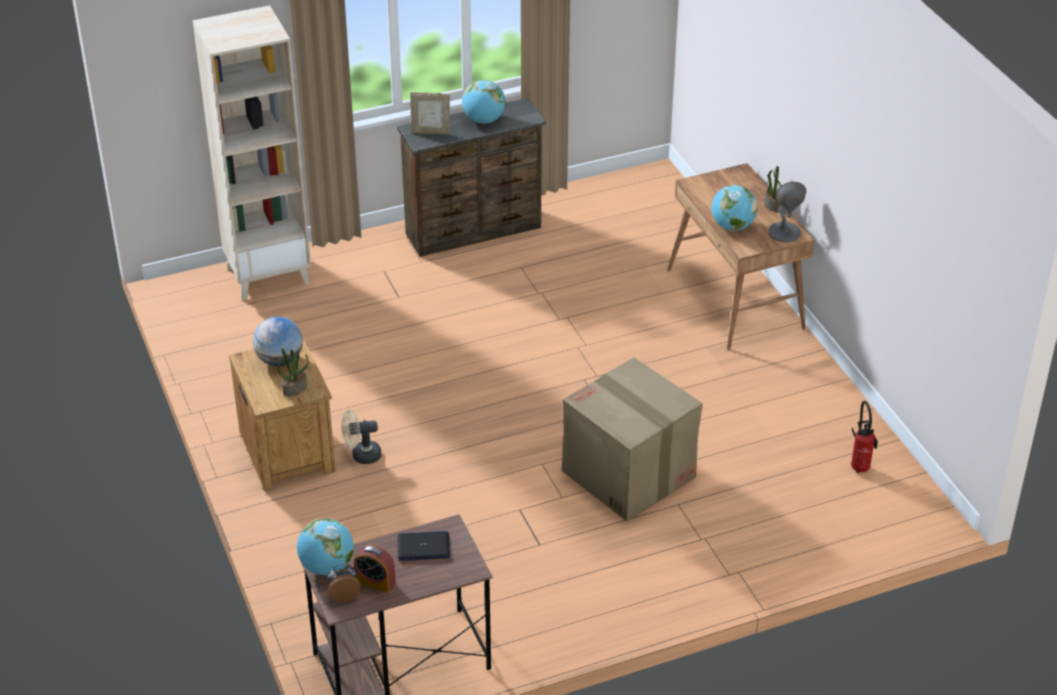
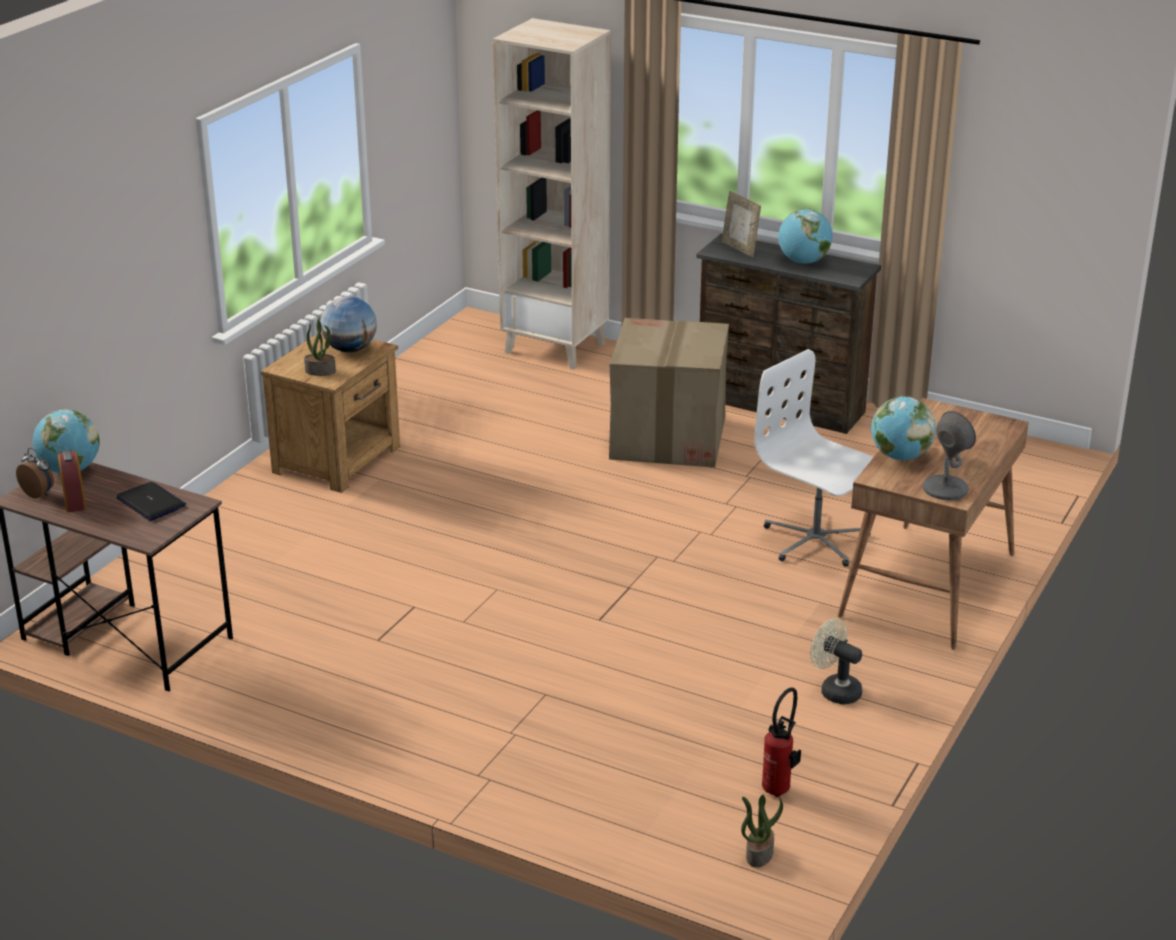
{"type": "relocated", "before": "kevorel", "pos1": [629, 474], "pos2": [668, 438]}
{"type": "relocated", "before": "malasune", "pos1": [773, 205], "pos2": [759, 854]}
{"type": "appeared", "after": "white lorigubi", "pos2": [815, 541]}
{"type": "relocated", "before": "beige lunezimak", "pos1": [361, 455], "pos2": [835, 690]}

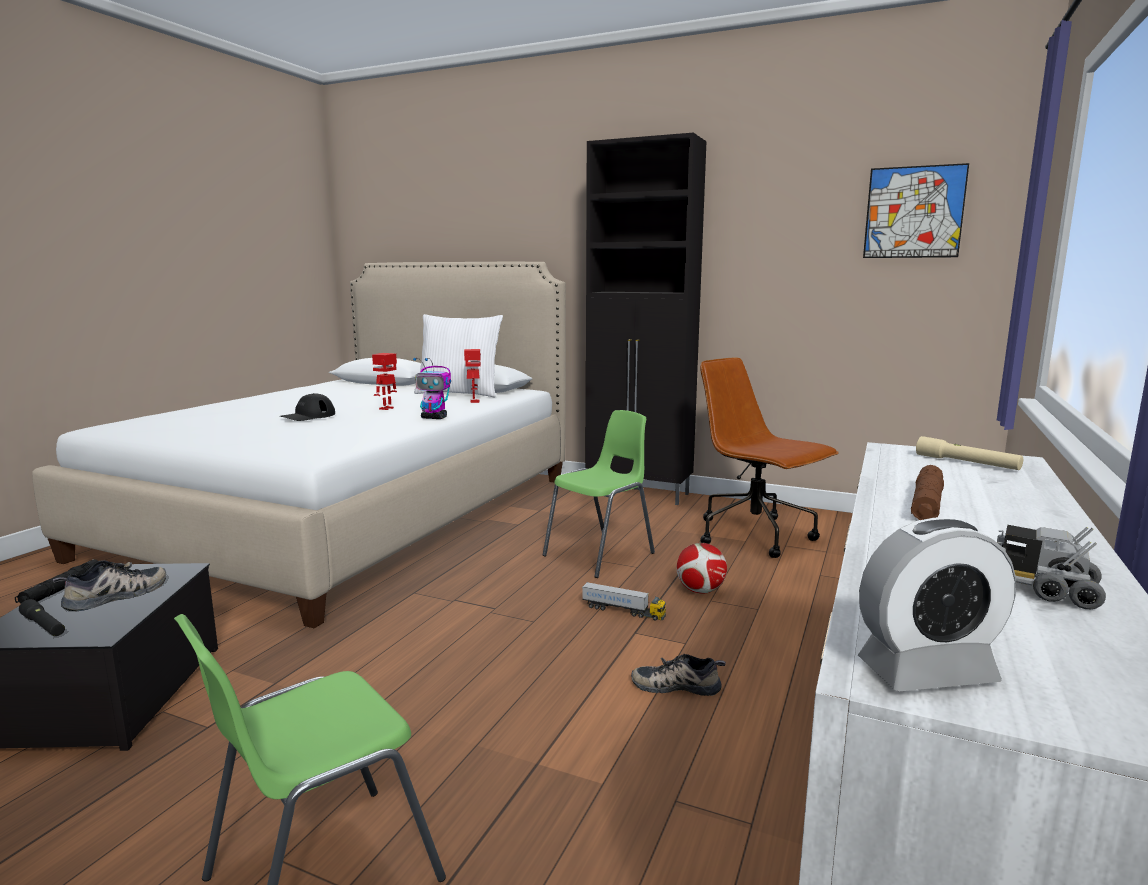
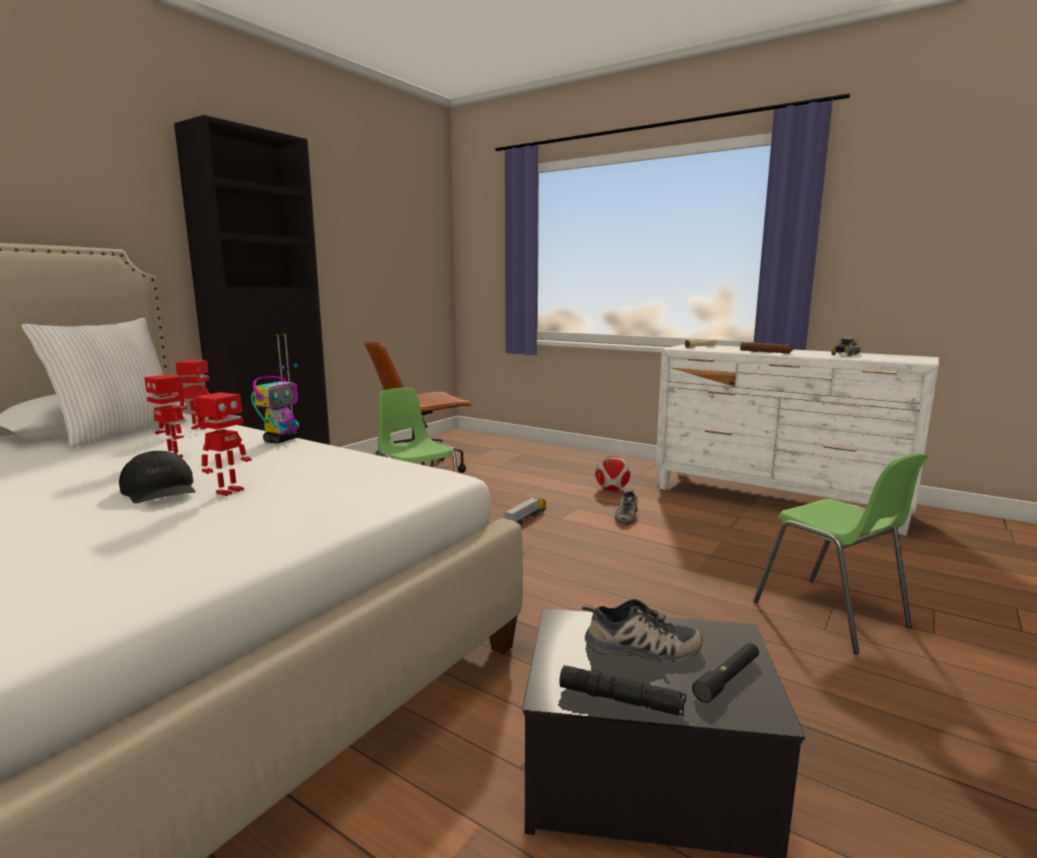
{"type": "appeared", "after": "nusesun", "pos2": [228, 491]}
{"type": "spun", "before": "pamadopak", "pos1": [116, 596], "pos2": [641, 648], "turn": 135}
{"type": "relocated", "before": "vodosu", "pos1": [700, 591], "pos2": [612, 489]}
{"type": "missing", "before": "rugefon", "pos1": [926, 672]}
{"type": "missing", "before": "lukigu", "pos1": [914, 212]}

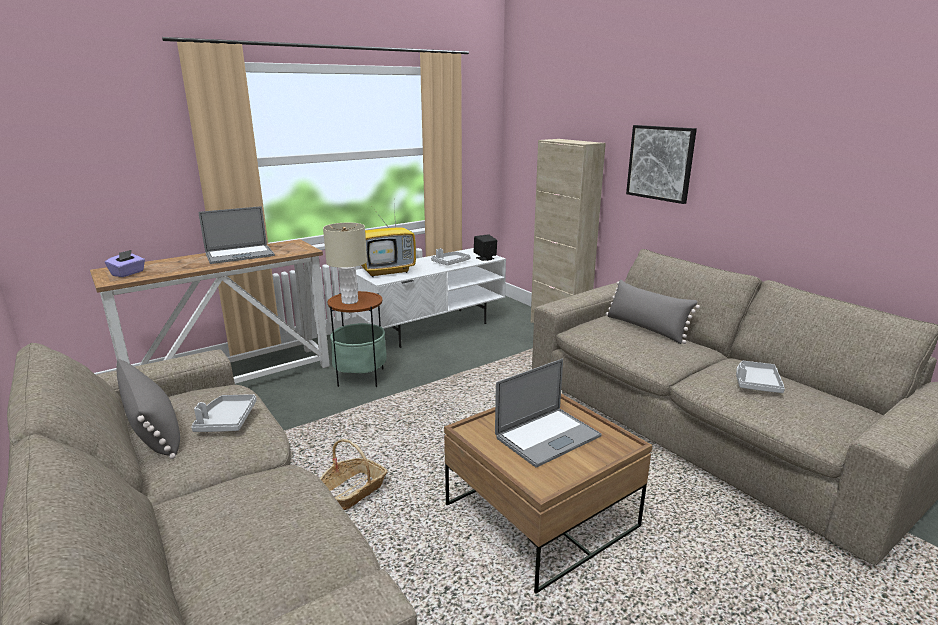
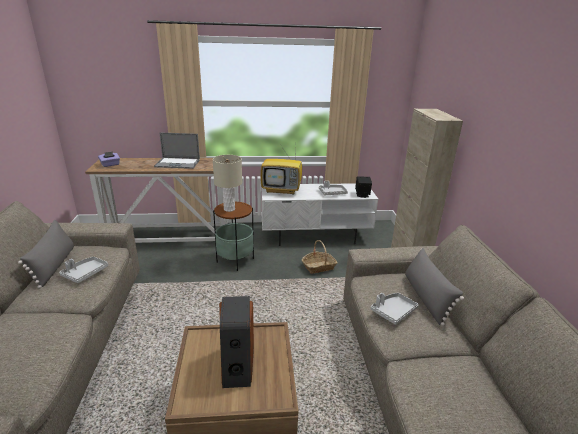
{"type": "exchanged", "before": "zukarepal", "after": "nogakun", "pos1": [547, 436], "pos2": [237, 365]}
{"type": "relocated", "before": "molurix", "pos1": [353, 490], "pos2": [319, 267]}
{"type": "relocated", "before": "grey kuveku", "pos1": [756, 383], "pos2": [393, 312]}
{"type": "missing", "before": "lukigu", "pos1": [660, 163]}

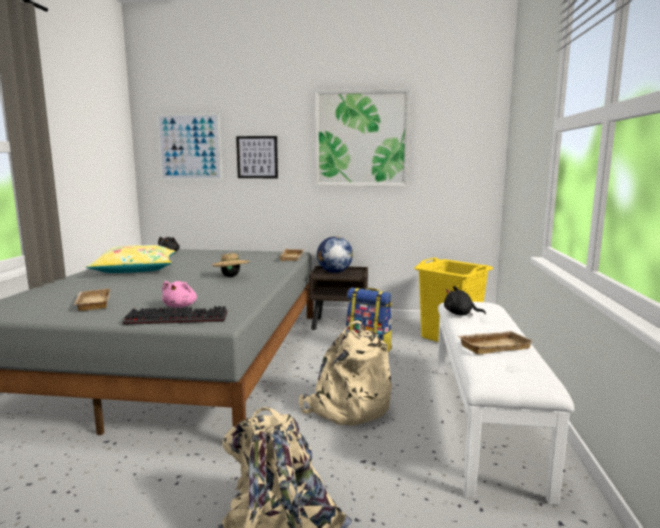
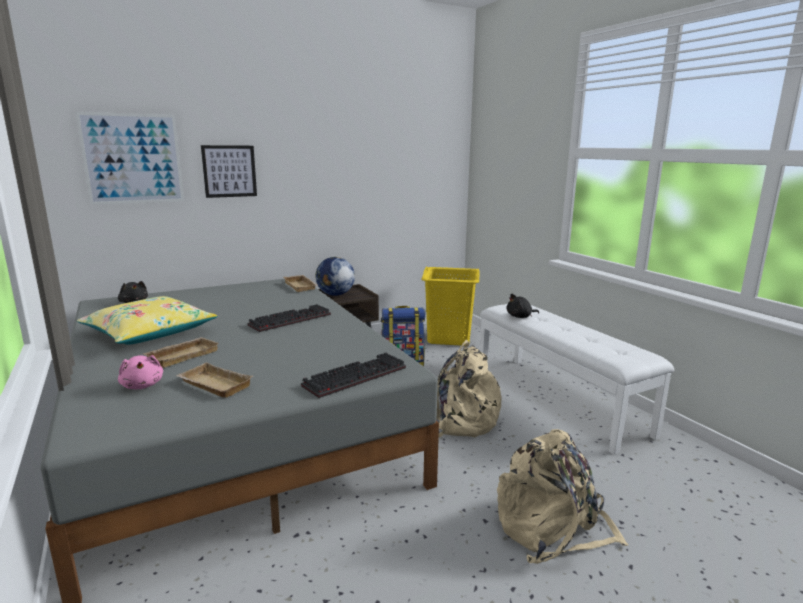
{"type": "relocated", "before": "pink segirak", "pos1": [180, 306], "pos2": [142, 385]}
{"type": "relocated", "before": "beige kuveku", "pos1": [493, 346], "pos2": [182, 355]}
{"type": "exchanged", "before": "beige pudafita", "after": "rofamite", "pos1": [231, 276], "pos2": [291, 319]}
{"type": "missing", "before": "lukigu", "pos1": [361, 138]}

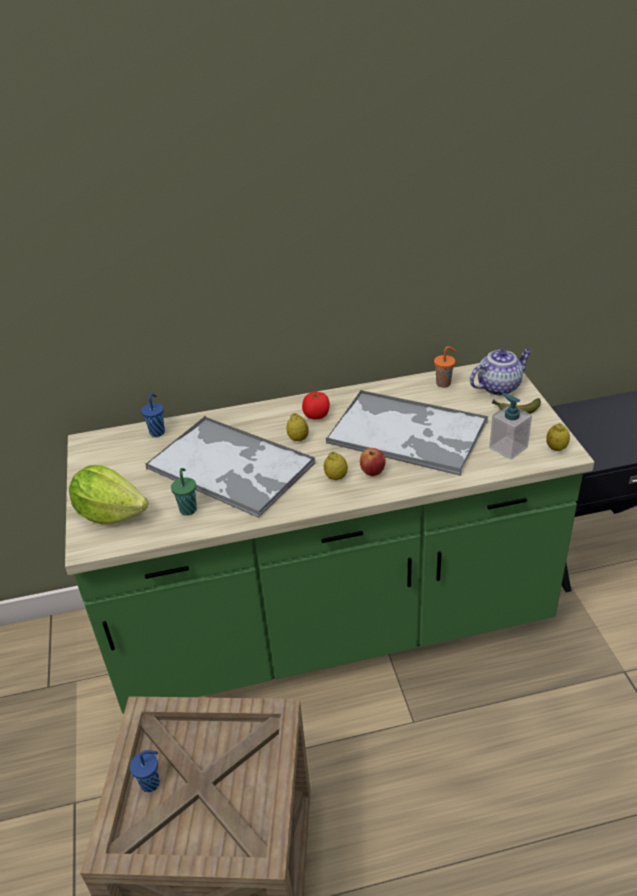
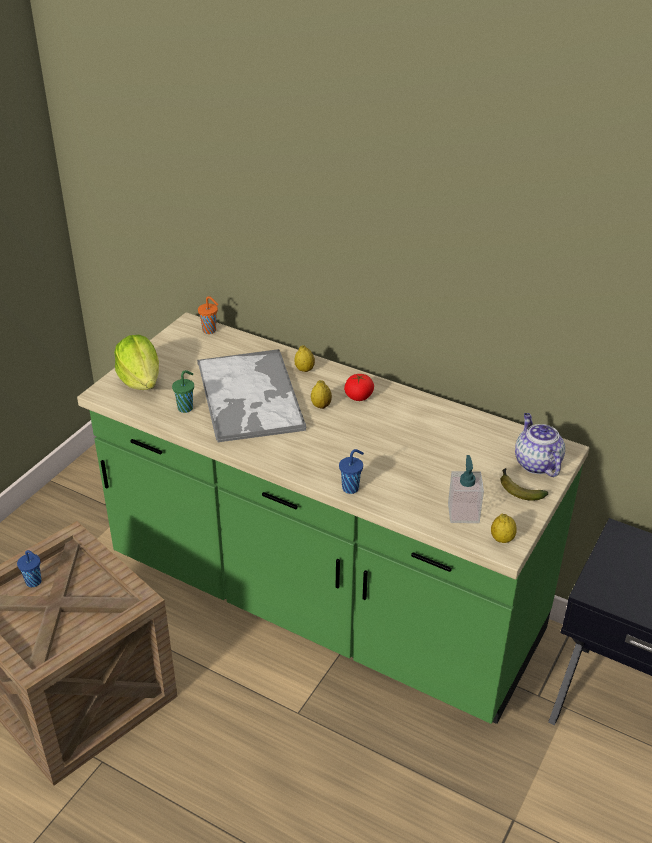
{"type": "relocated", "before": "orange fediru", "pos1": [444, 383], "pos2": [210, 331]}
{"type": "relocated", "before": "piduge", "pos1": [336, 477], "pos2": [304, 369]}
{"type": "relocated", "before": "blue fediru", "pos1": [157, 432], "pos2": [351, 488]}
{"type": "spun", "before": "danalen", "pos1": [499, 386], "pos2": [536, 463], "turn": -120}
{"type": "missing", "before": "kuveku", "pos1": [408, 433]}
{"type": "missing", "before": "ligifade", "pos1": [372, 472]}

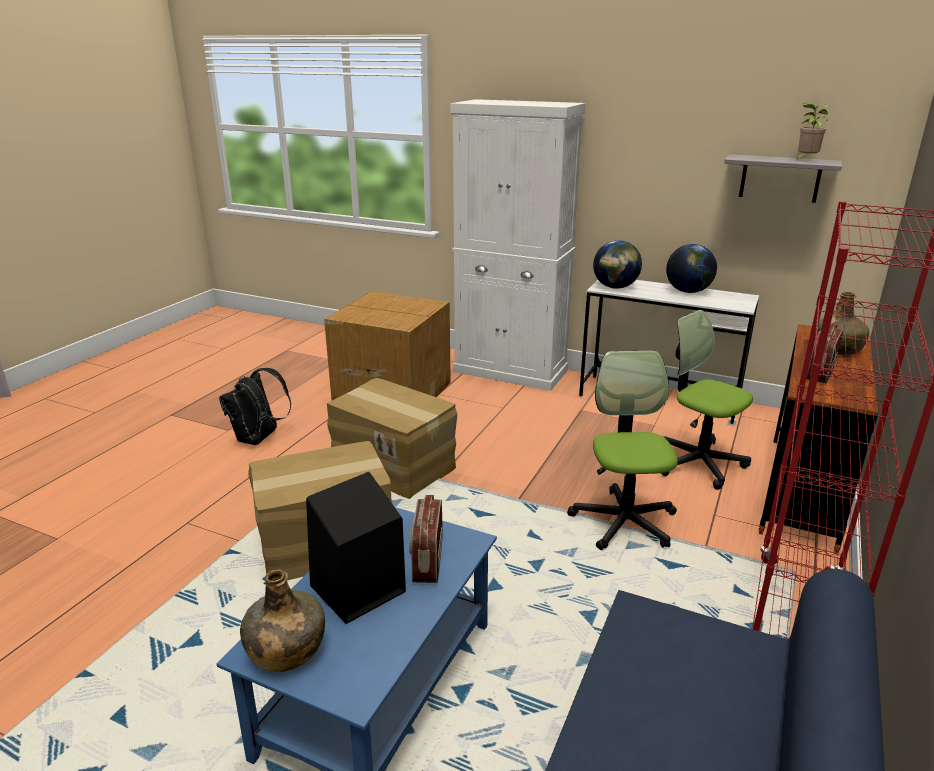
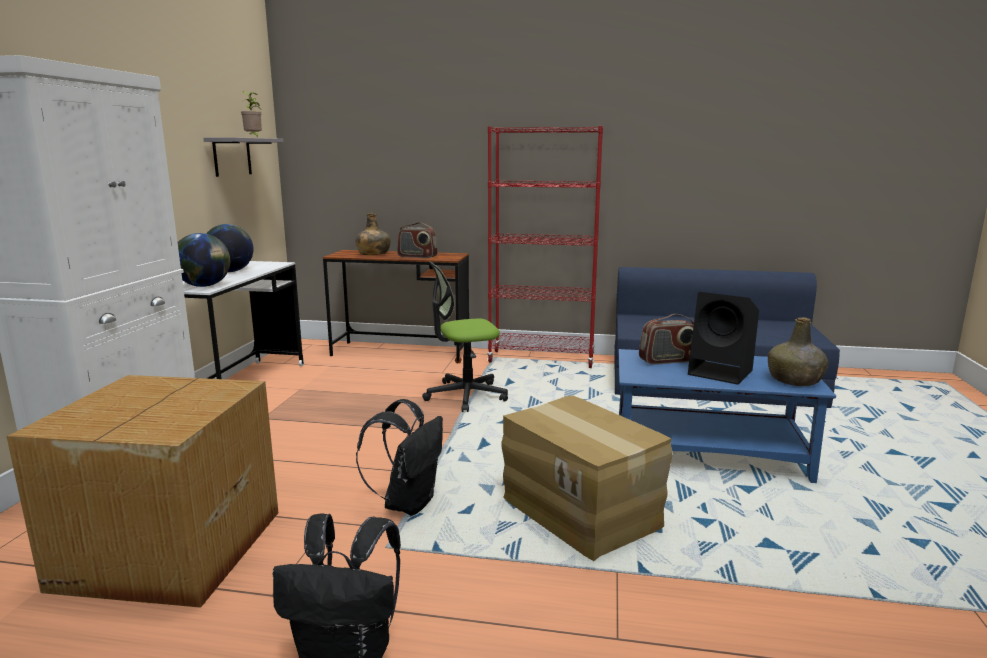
{"type": "exchanged", "before": "kevorel", "after": "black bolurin", "pos1": [395, 466], "pos2": [408, 503]}
{"type": "missing", "before": "lorigubi", "pos1": [698, 463]}

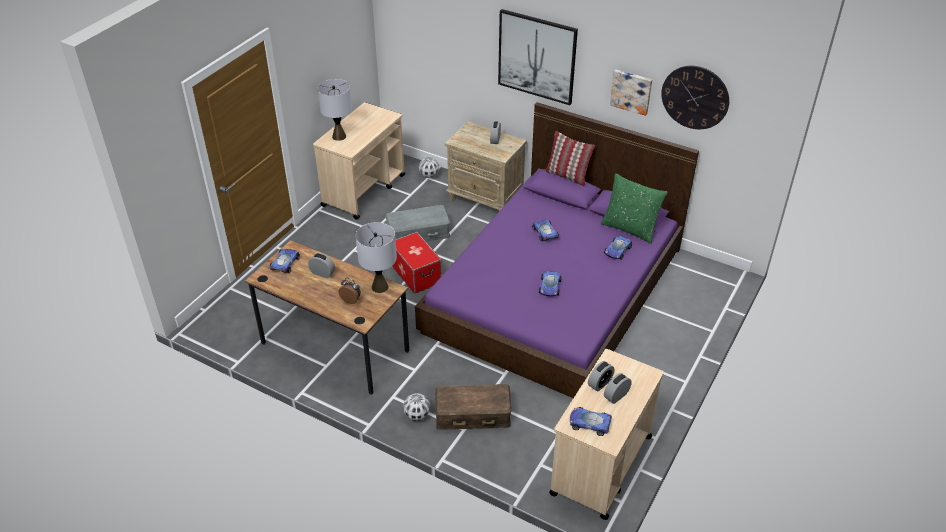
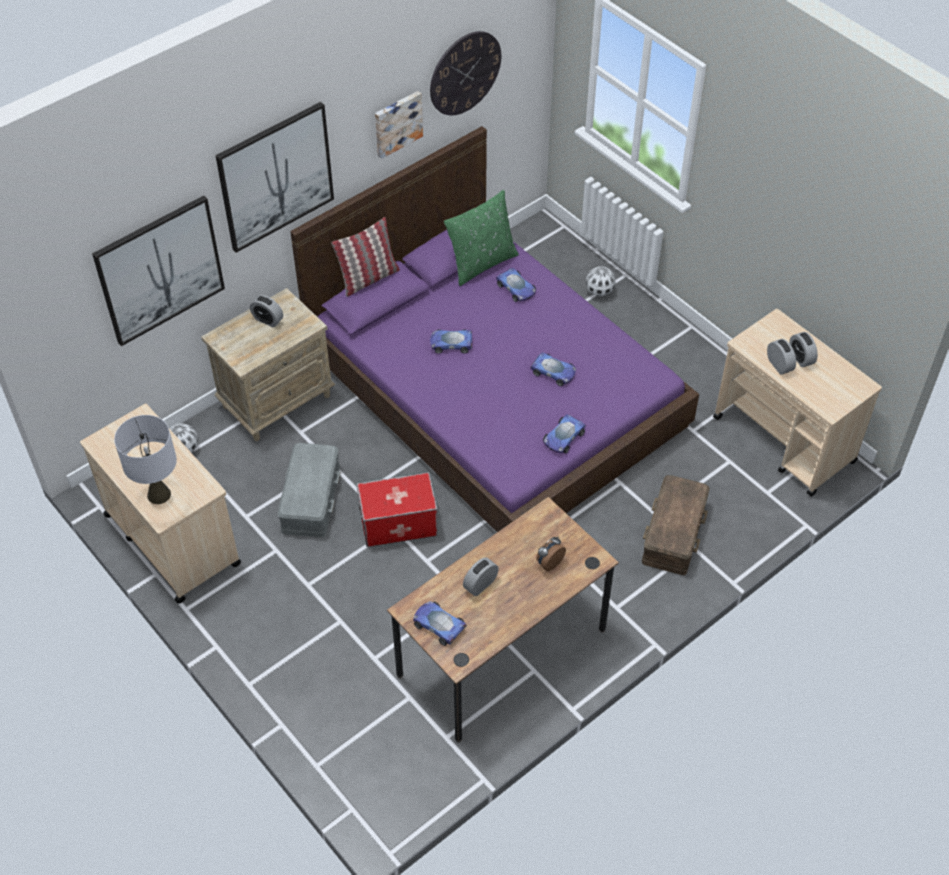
{"type": "appeared", "after": "lukigu", "pos2": [160, 270]}
{"type": "relocated", "before": "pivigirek", "pos1": [589, 423], "pos2": [563, 438]}
{"type": "relocated", "before": "vodosu", "pos1": [417, 415], "pos2": [600, 291]}
{"type": "missing", "before": "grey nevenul", "pos1": [380, 287]}

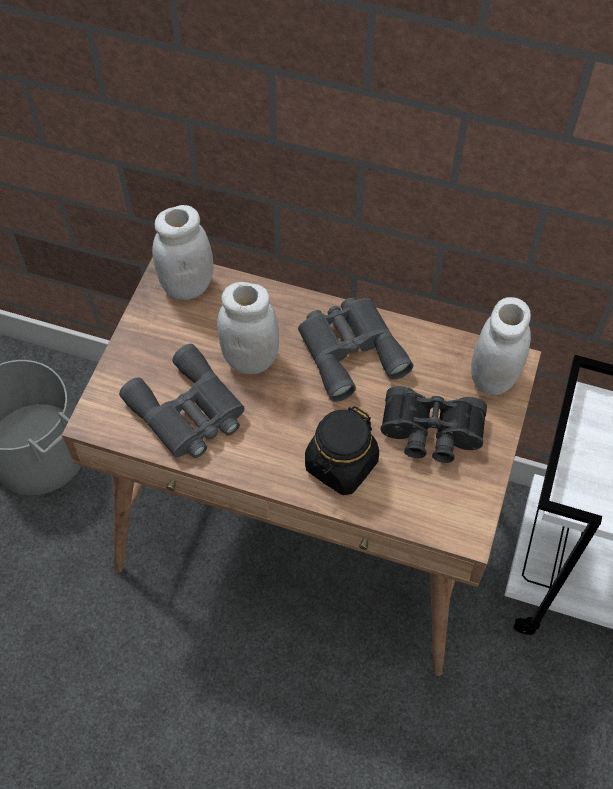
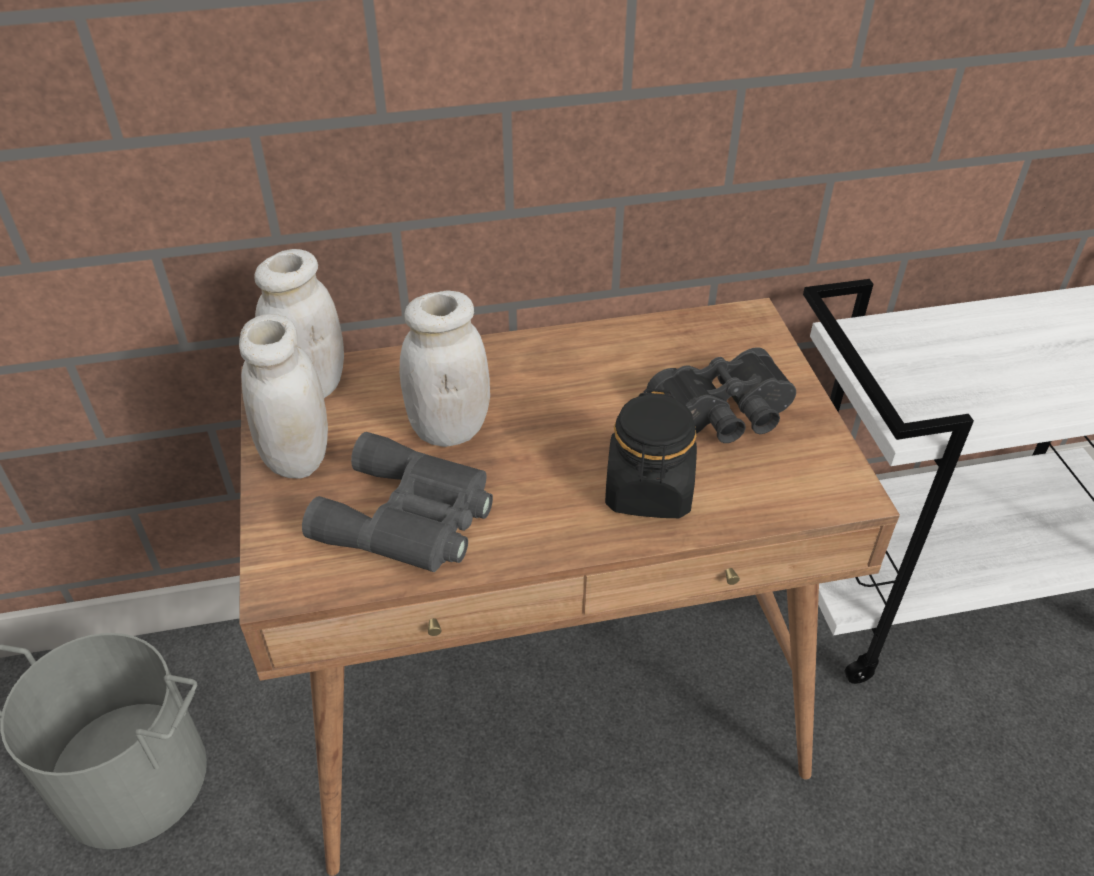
{"type": "relocated", "before": "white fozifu", "pos1": [493, 377], "pos2": [298, 457]}
{"type": "missing", "before": "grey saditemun", "pos1": [350, 349]}

